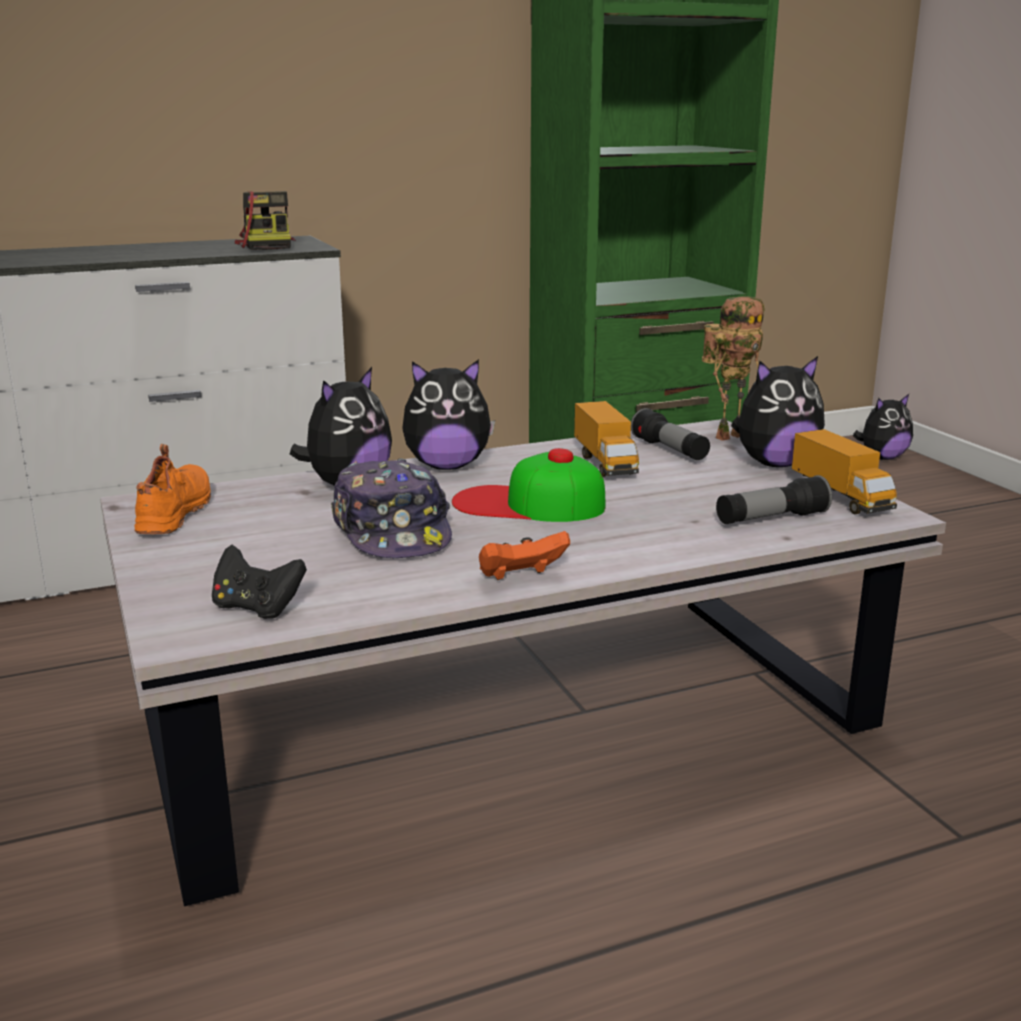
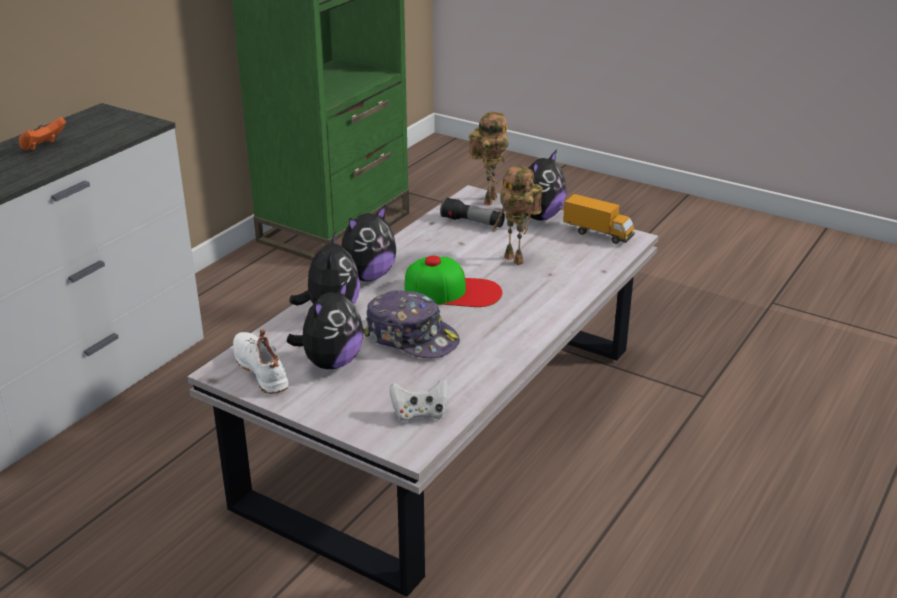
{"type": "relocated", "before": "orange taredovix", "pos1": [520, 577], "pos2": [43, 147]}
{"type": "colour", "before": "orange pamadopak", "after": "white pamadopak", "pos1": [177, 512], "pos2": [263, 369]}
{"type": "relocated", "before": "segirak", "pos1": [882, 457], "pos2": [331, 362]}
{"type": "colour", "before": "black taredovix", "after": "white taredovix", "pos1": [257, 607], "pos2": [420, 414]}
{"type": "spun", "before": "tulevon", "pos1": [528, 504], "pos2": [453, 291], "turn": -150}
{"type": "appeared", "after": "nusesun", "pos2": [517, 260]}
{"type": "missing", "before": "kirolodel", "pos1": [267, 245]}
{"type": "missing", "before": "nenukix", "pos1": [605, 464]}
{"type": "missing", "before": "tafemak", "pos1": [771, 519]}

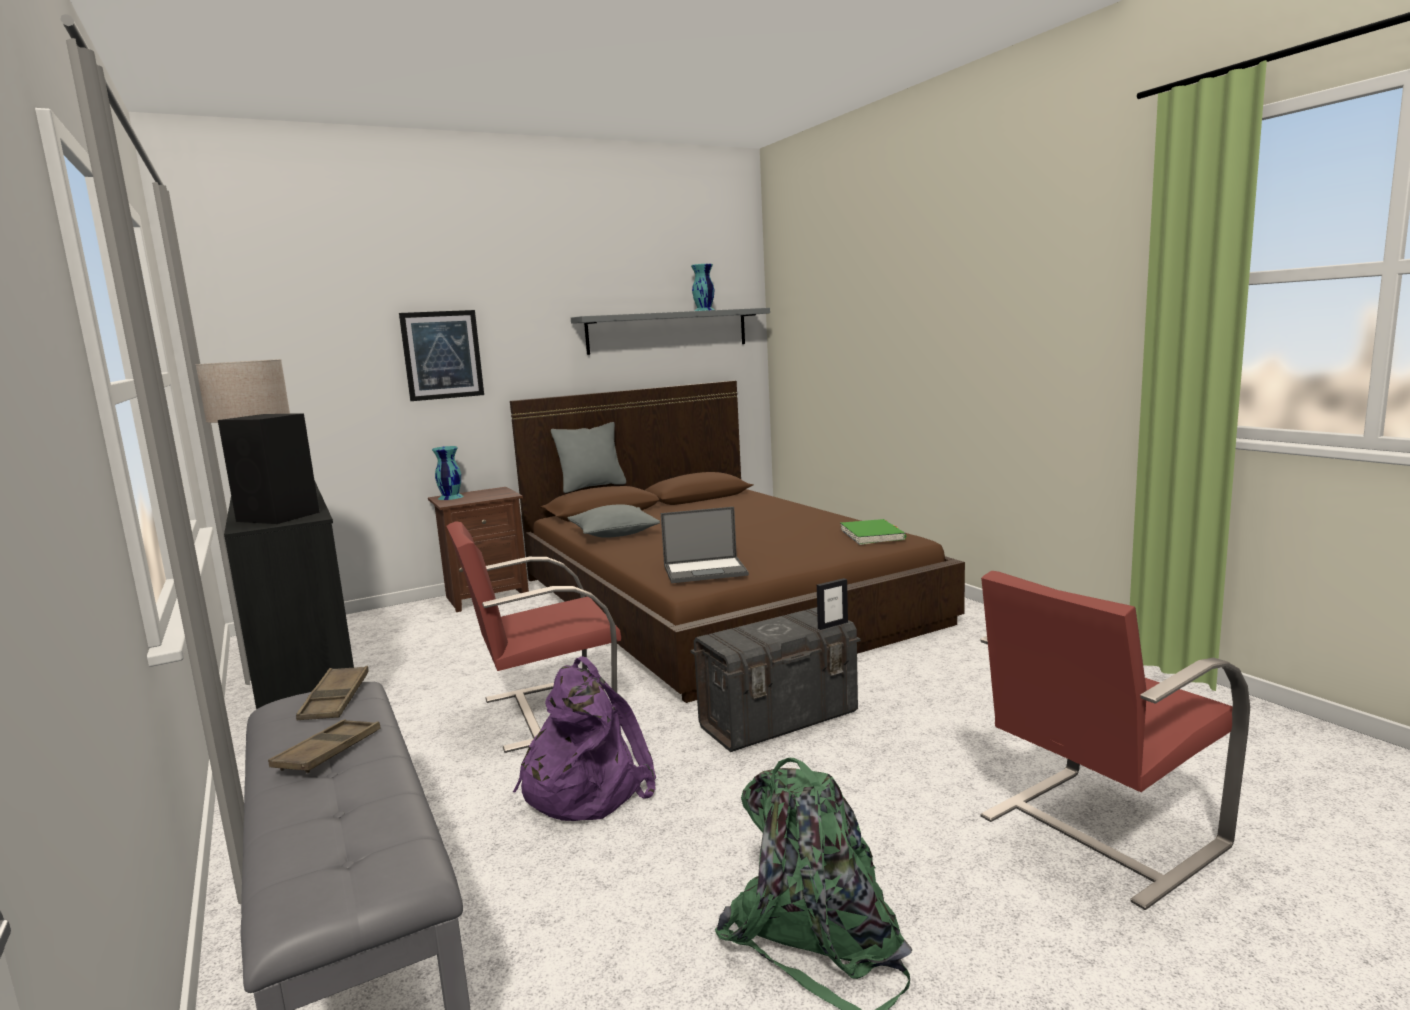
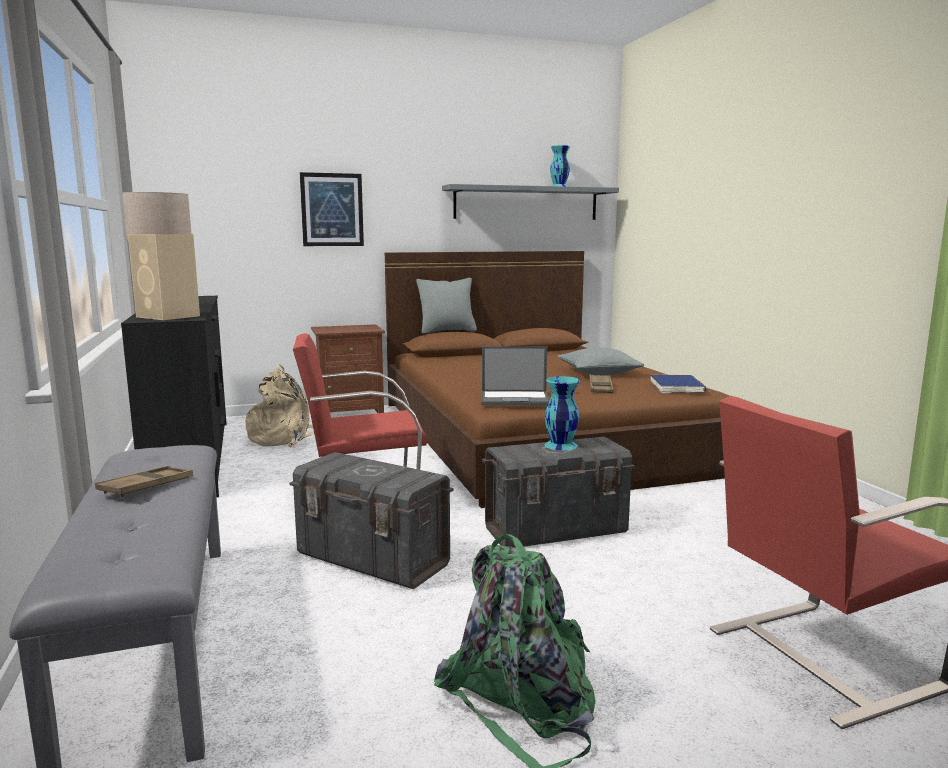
{"type": "colour", "before": "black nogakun", "after": "beige nogakun", "pos1": [279, 517], "pos2": [169, 316]}
{"type": "appeared", "after": "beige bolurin", "pos2": [284, 437]}
{"type": "exchanged", "before": "purple bolurin", "after": "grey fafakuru", "pos1": [585, 787], "pos2": [373, 559]}
{"type": "relocated", "before": "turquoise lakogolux", "pos1": [450, 497], "pos2": [560, 445]}
{"type": "relocated", "before": "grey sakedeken", "pos1": [614, 533], "pos2": [599, 372]}
{"type": "relocated", "before": "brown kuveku", "pos1": [335, 699], "pos2": [600, 387]}
{"type": "colour", "before": "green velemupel", "after": "blue velemupel", "pos1": [872, 535], "pos2": [676, 387]}
{"type": "missing", "before": "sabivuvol", "pos1": [832, 625]}

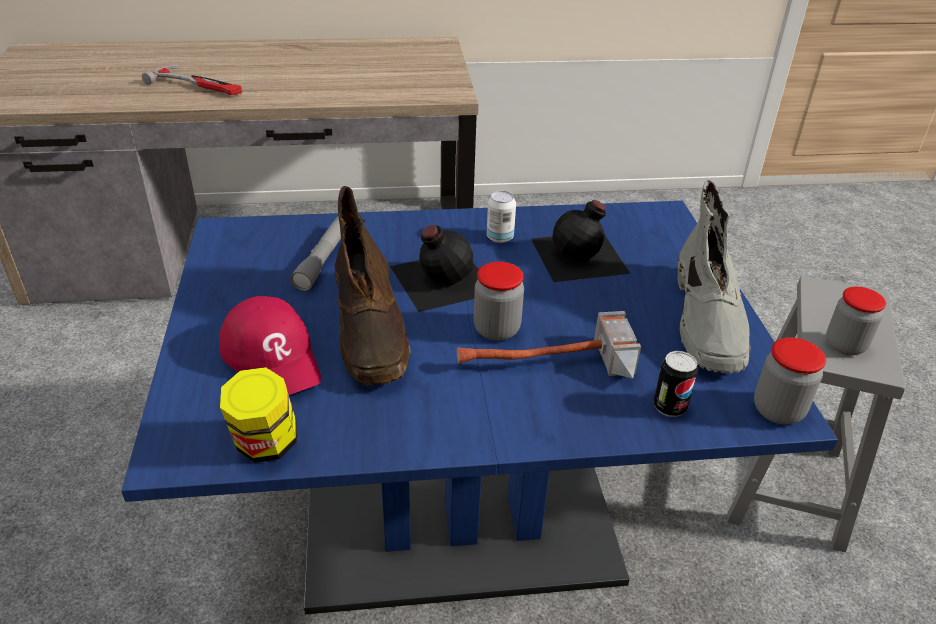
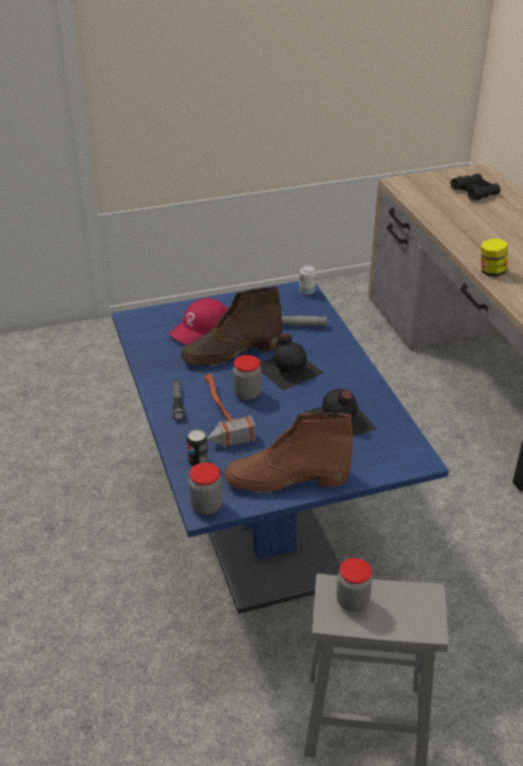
{"type": "appeared", "after": "tafemak", "pos2": [177, 403]}
{"type": "colour", "before": "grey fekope", "after": "brown fekope", "pos1": [708, 321], "pos2": [286, 479]}
{"type": "relocated", "before": "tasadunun", "pos1": [500, 238], "pos2": [307, 292]}
{"type": "appeared", "after": "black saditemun", "pos2": [474, 192]}
{"type": "relocated", "before": "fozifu", "pos1": [265, 445], "pos2": [491, 272]}
{"type": "missing", "before": "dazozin", "pos1": [198, 85]}

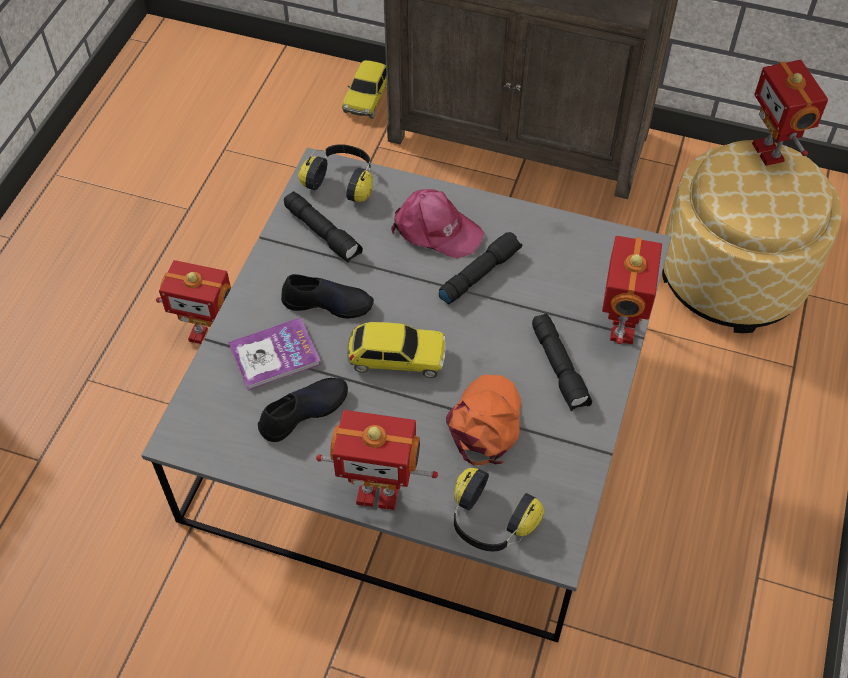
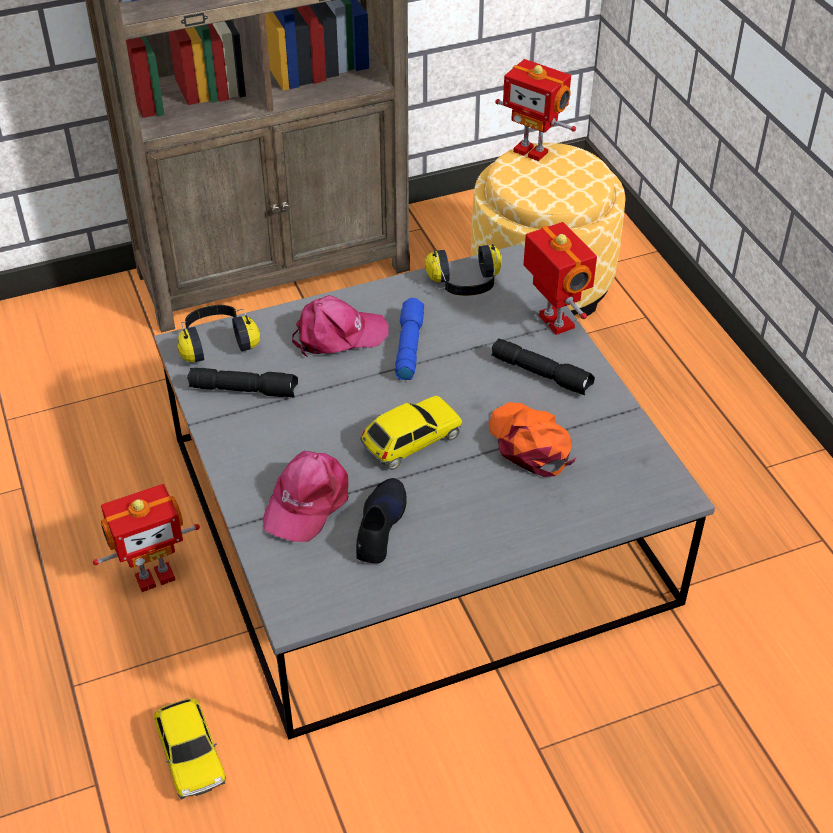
{"type": "relocated", "before": "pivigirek", "pos1": [368, 97], "pos2": [190, 755]}
{"type": "exchanged", "before": "velemupel", "after": "pink tulevon", "pos1": [275, 355], "pos2": [307, 501]}
{"type": "colour", "before": "black tafemak", "after": "blue tafemak", "pos1": [479, 273], "pos2": [408, 346]}
{"type": "relocated", "before": "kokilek", "pos1": [489, 522], "pos2": [466, 284]}
{"type": "missing", "before": "black pamadopak", "pos1": [328, 303]}
{"type": "missing", "before": "nusesun", "pos1": [378, 493]}

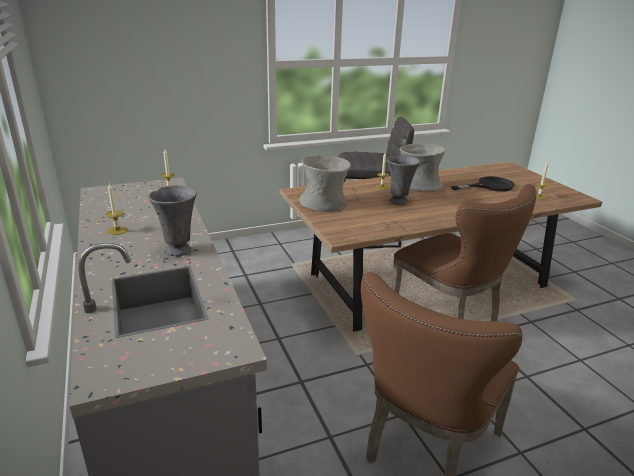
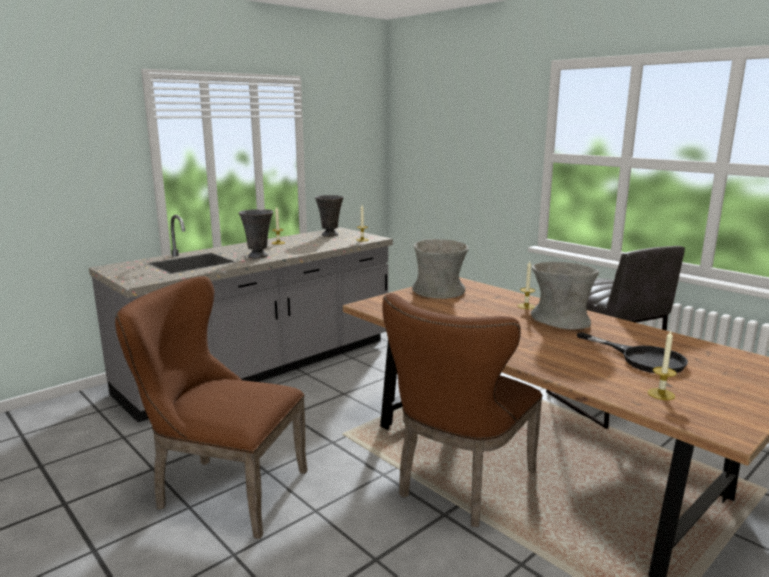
{"type": "relocated", "before": "grey lakogolux", "pos1": [399, 201], "pos2": [330, 235]}

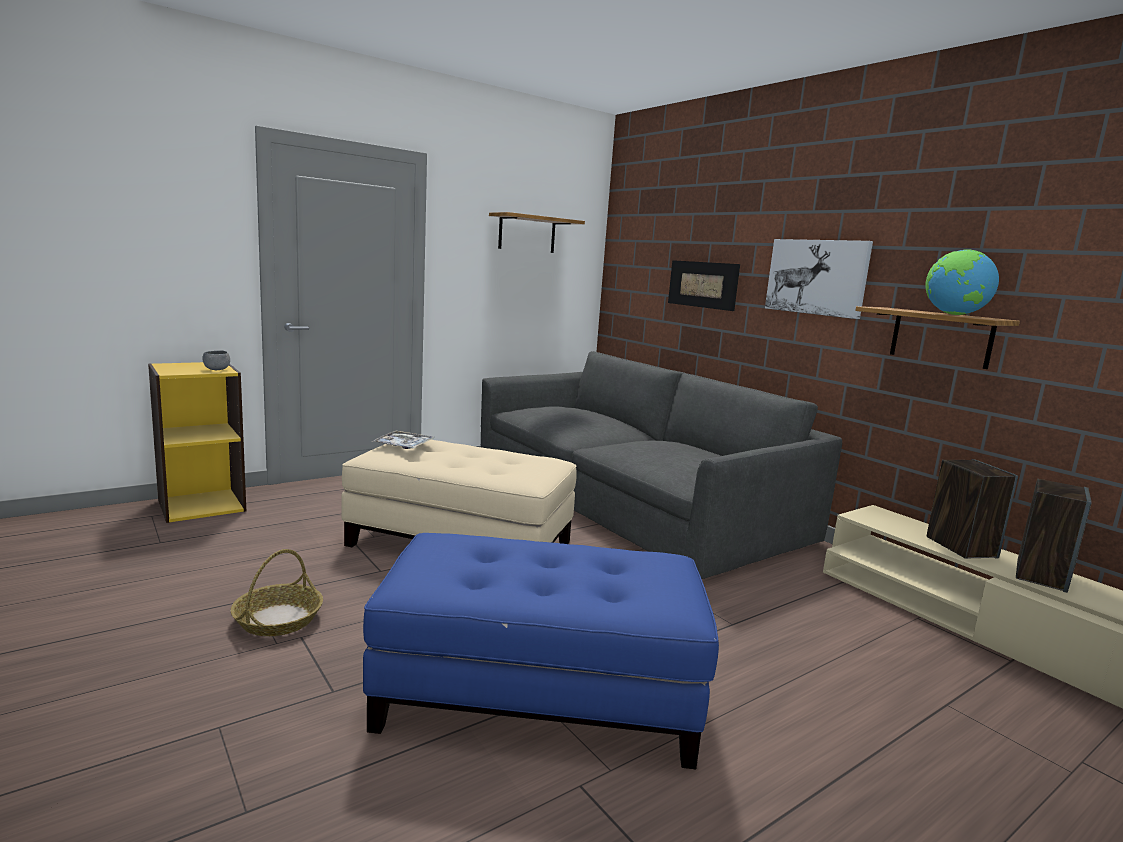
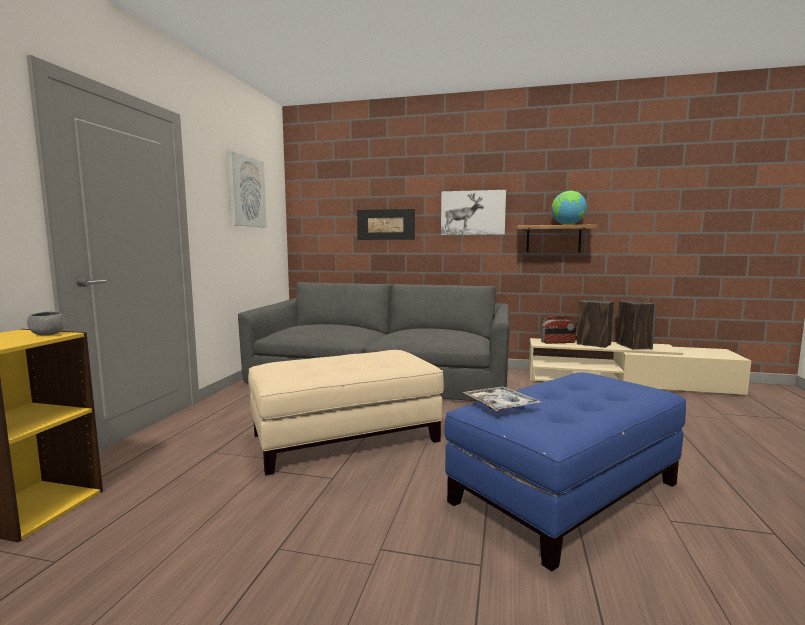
{"type": "exchanged", "before": "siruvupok", "after": "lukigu", "pos1": [527, 234], "pos2": [246, 192]}
{"type": "relocated", "before": "kuveku", "pos1": [404, 446], "pos2": [500, 405]}
{"type": "appeared", "after": "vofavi", "pos2": [558, 342]}
{"type": "missing", "before": "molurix", "pos1": [278, 619]}

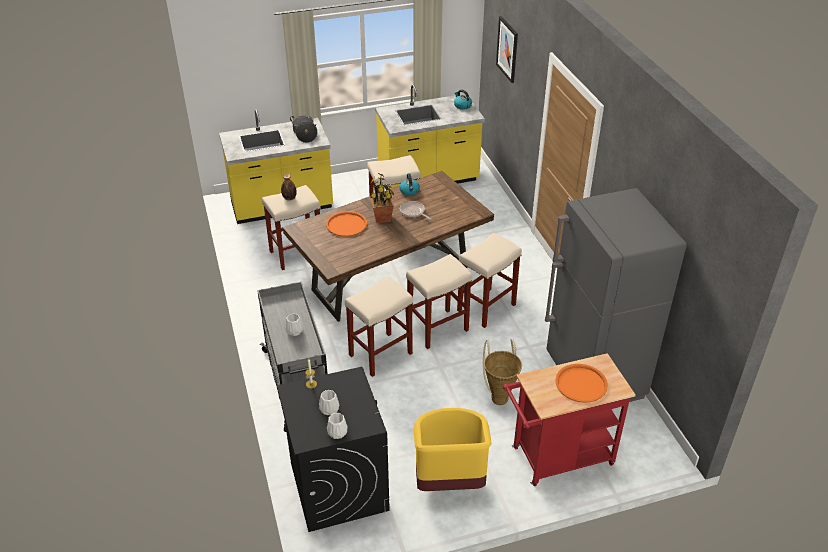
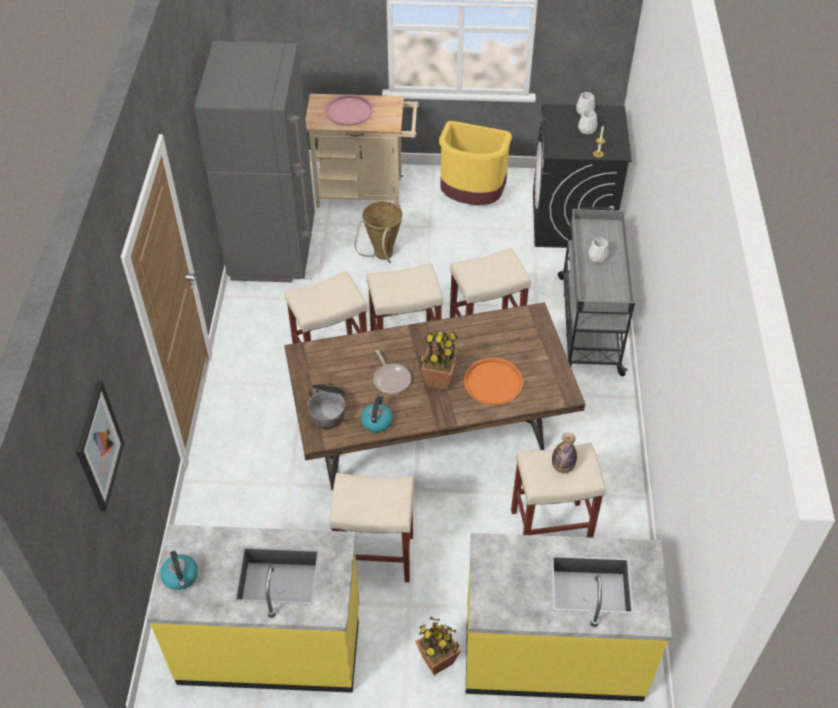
{"type": "colour", "before": "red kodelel", "after": "beige kodelel", "pos1": [556, 458], "pos2": [365, 192]}
{"type": "relocated", "before": "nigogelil", "pos1": [304, 134], "pos2": [328, 409]}
{"type": "colour", "before": "orange kuveku", "after": "pink kuveku", "pos1": [581, 384], "pos2": [349, 111]}
{"type": "appeared", "after": "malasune", "pos2": [437, 660]}

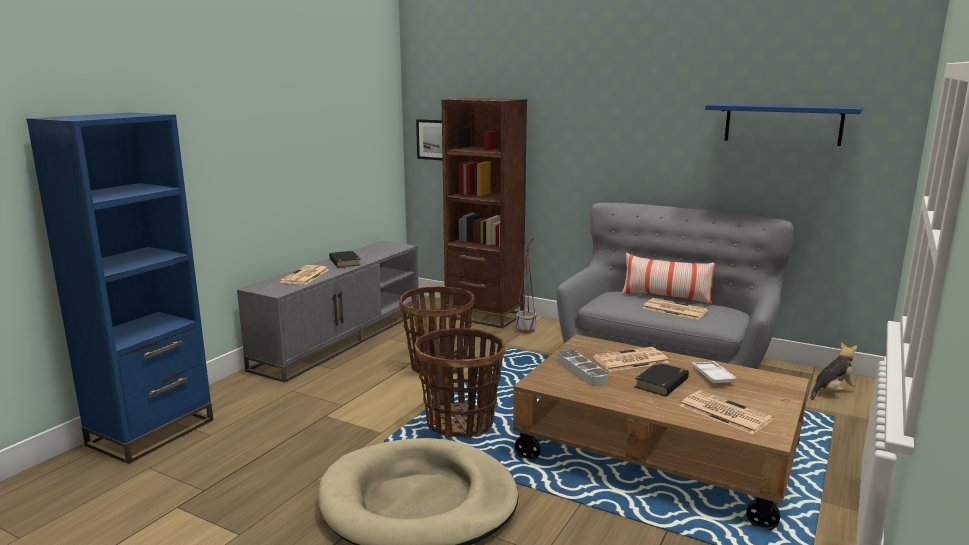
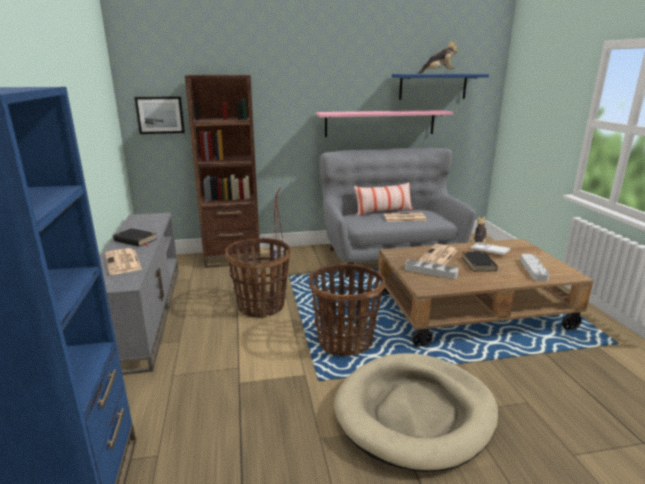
{"type": "appeared", "after": "pink siruvupok", "pos2": [380, 123]}
{"type": "appeared", "after": "segirak", "pos2": [438, 73]}
{"type": "exchanged", "before": "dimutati", "after": "grey kuveku", "pos1": [723, 412], "pos2": [533, 270]}

